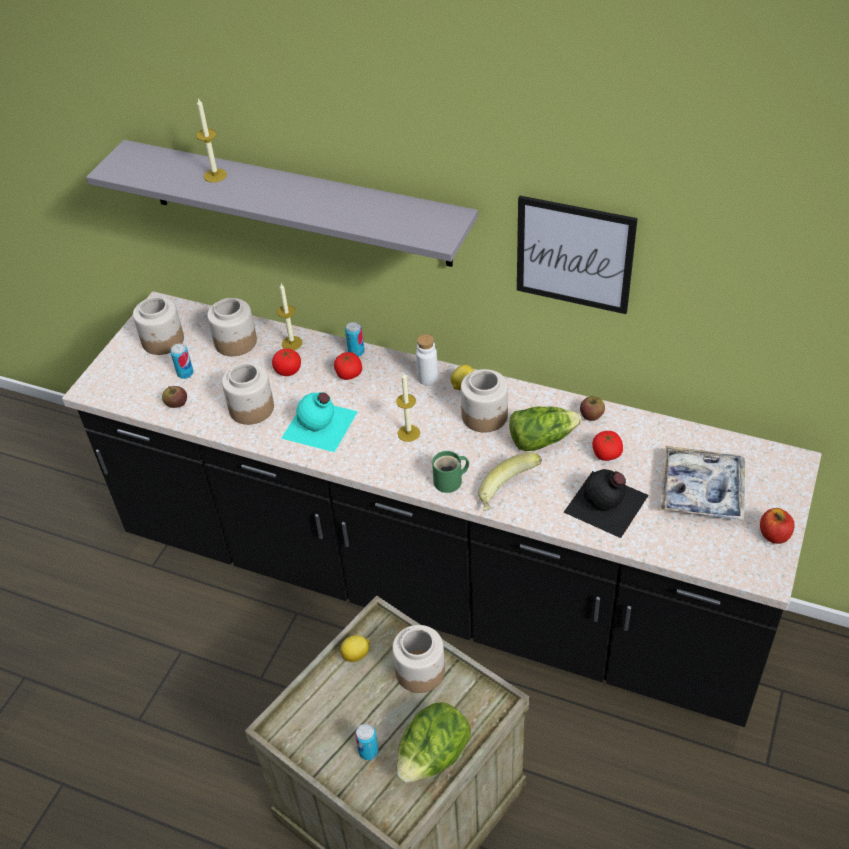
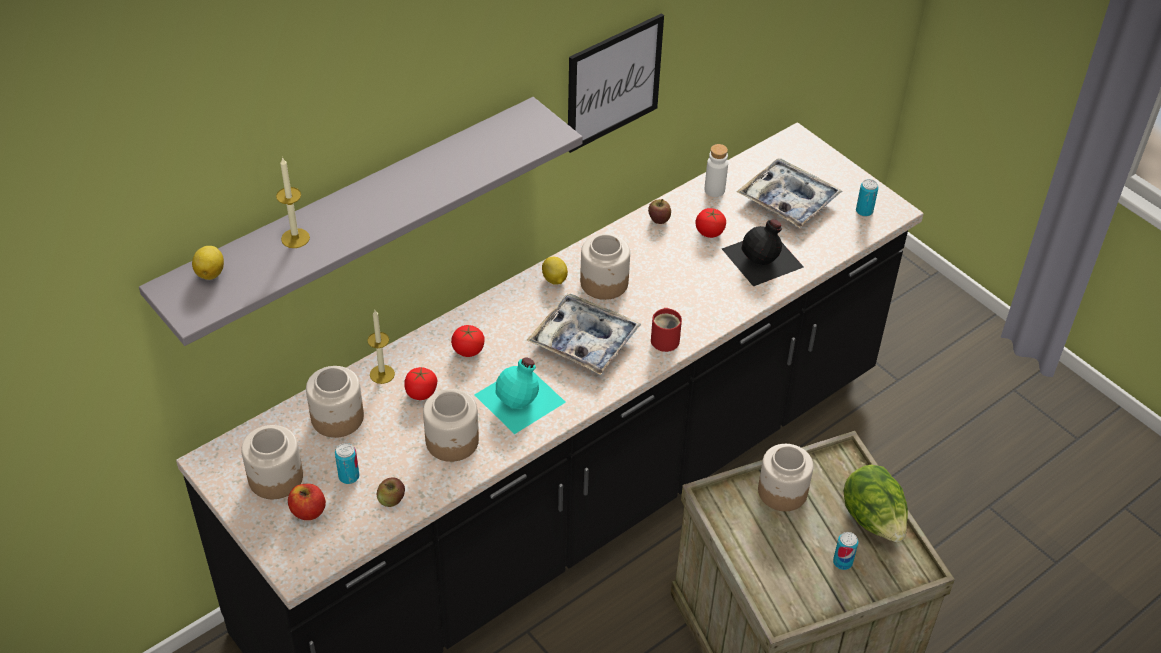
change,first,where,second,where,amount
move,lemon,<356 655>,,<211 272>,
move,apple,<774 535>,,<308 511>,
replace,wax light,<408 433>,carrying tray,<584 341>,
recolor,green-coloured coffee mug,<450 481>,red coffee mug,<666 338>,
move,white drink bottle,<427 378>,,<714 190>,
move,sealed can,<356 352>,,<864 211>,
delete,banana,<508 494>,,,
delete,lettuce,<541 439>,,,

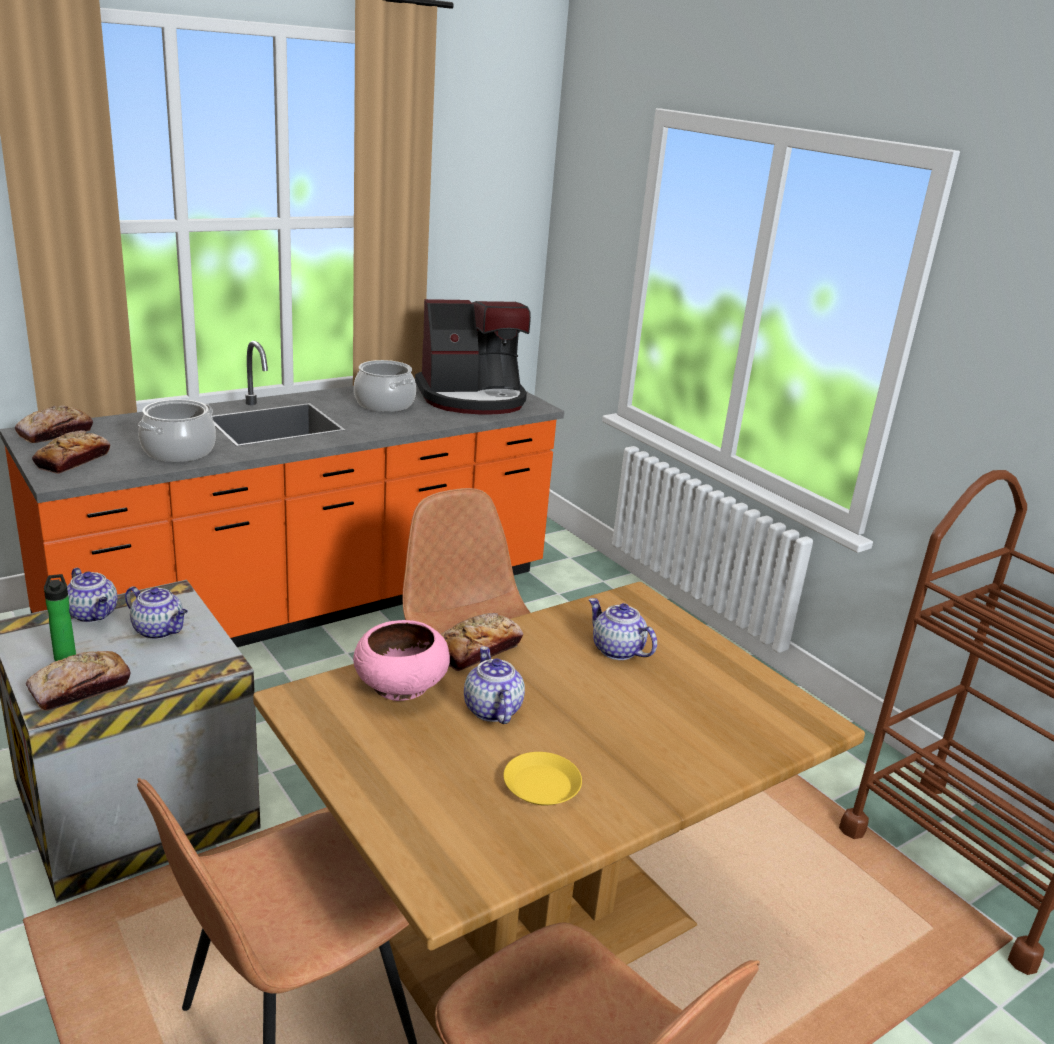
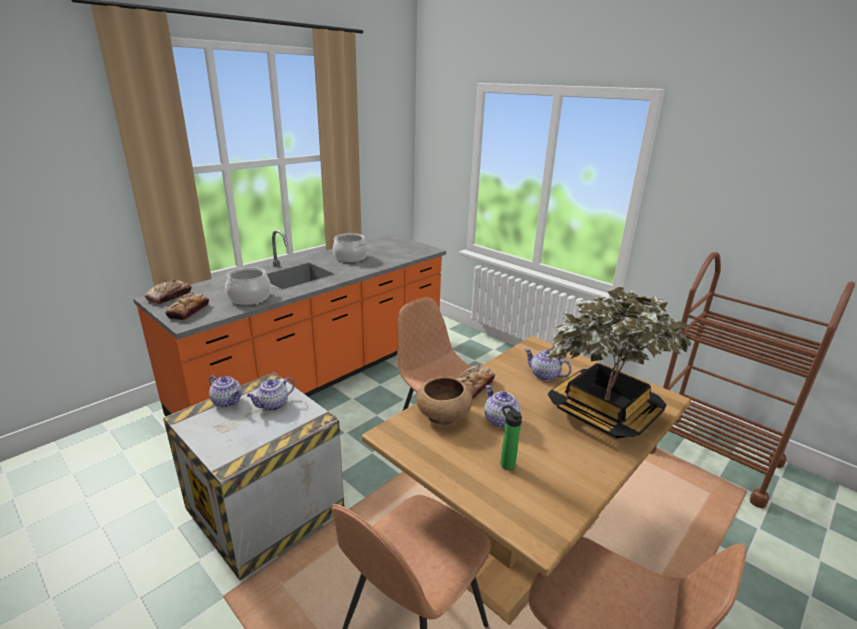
change,first,where,second,where,amount
rotate,pot for tea,<159 631>,,<272 405>,120 degrees clockwise
recolor,pink-coloured deep dish,<399 686>,brown deep dish,<443 415>,
move,drink bottle,<65 656>,,<506 463>,
insert,,,houseplant,<603 413>,
delete,bakery bread,<80 688>,,,
delete,coffee maker,<473 398>,,,
delete,yellow dinner plate,<541 785>,,,

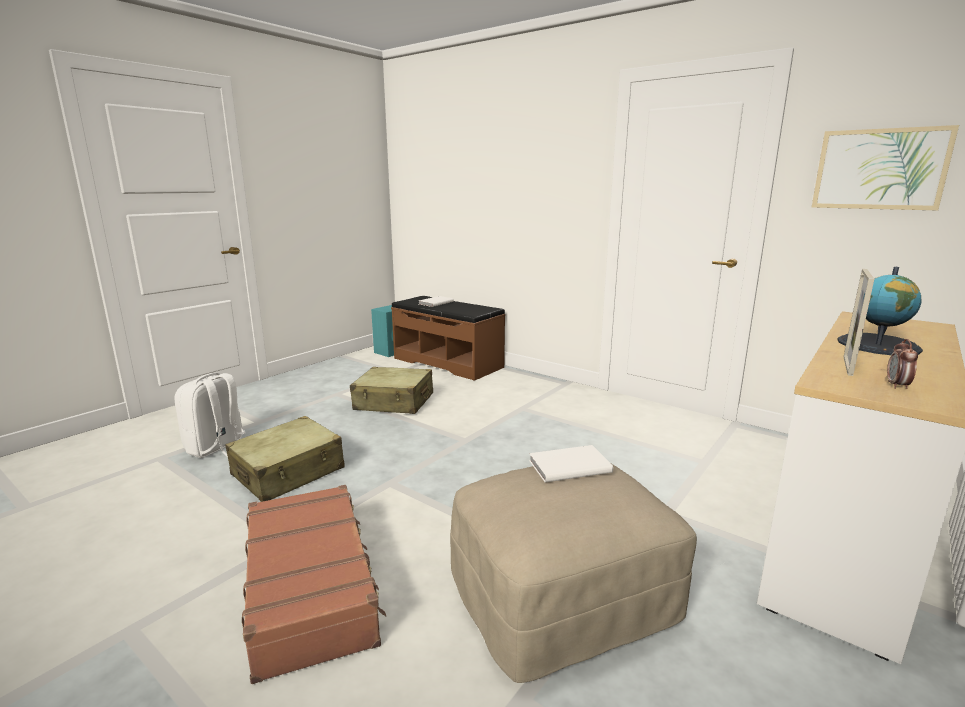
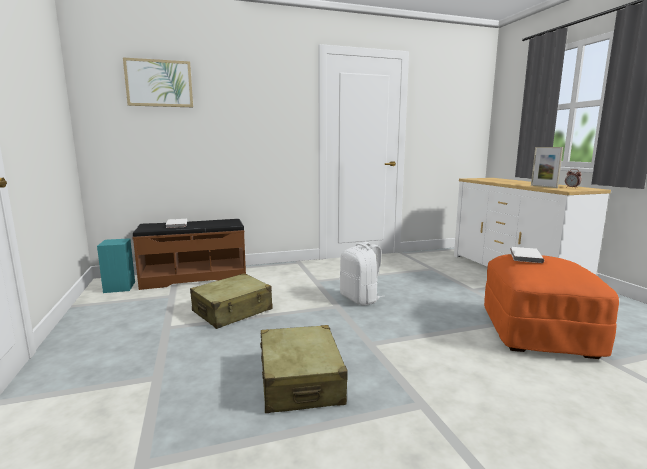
change,first,where,second,where,amount
move,wall art,<879 169>,,<159 83>,
move,white rucksack,<216 448>,,<360 299>,
recolor,beige pouffe,<562 602>,orange pouffe,<538 332>,
delete,brown piece of luggage,<311 587>,,,
delete,globe,<878 345>,,,

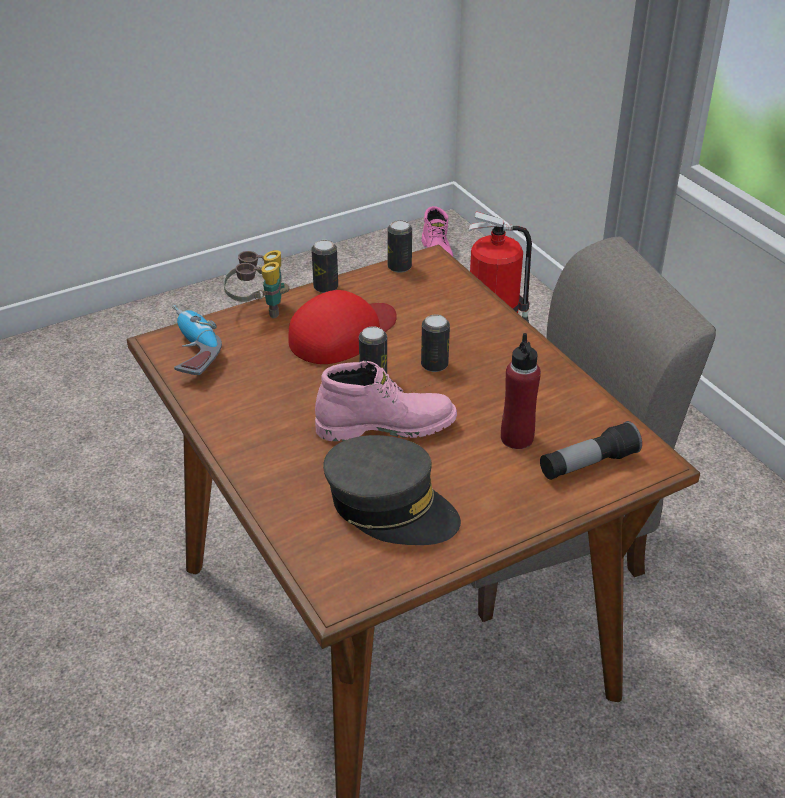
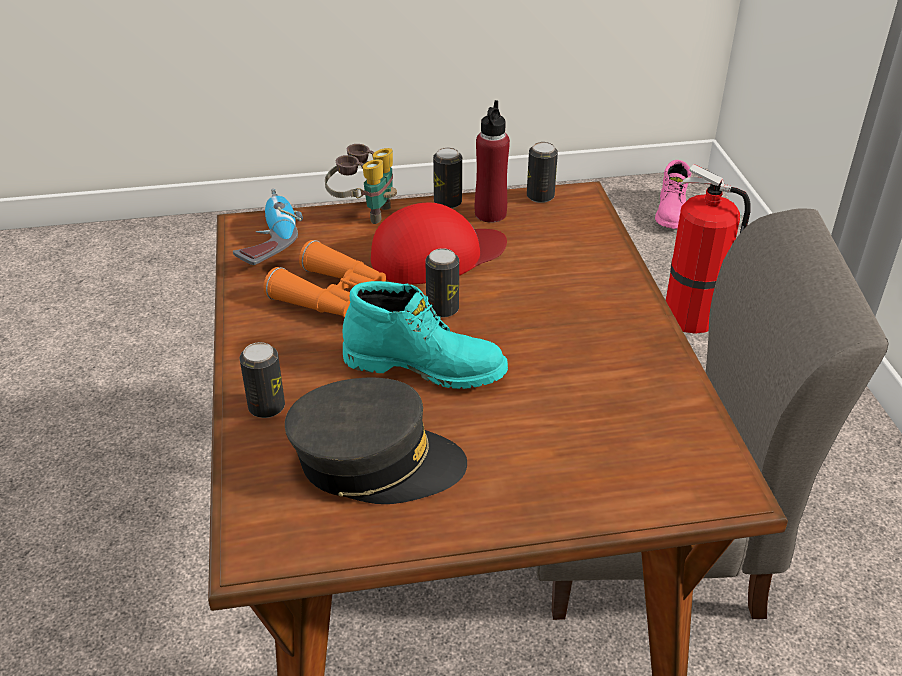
change,first,where,second,where,amount
move,sealed can,<434 365>,,<266 407>,
insert,,,orange field glasses,<335 297>,
rotate,greyish baseball cap,<390 507>,,<375 462>,45 degrees counterclockwise
recolor,pink-coloured tall boot,<386 425>,blue-green tall boot,<425 366>,
move,red drink bottle,<517 438>,,<490 214>,
delete,flashlight,<588 464>,,,

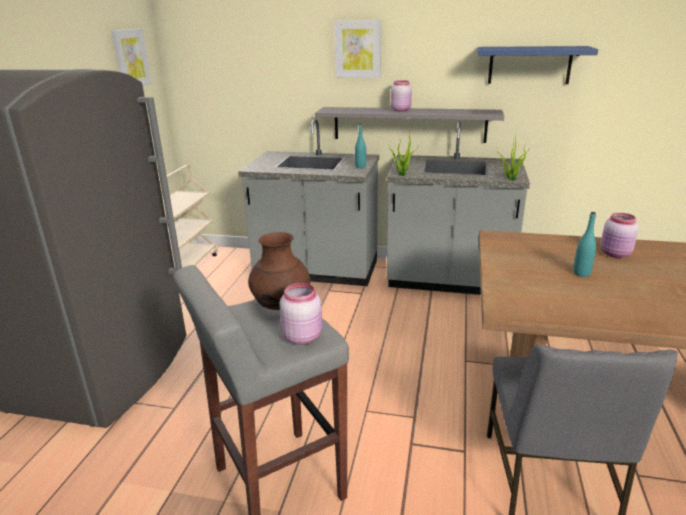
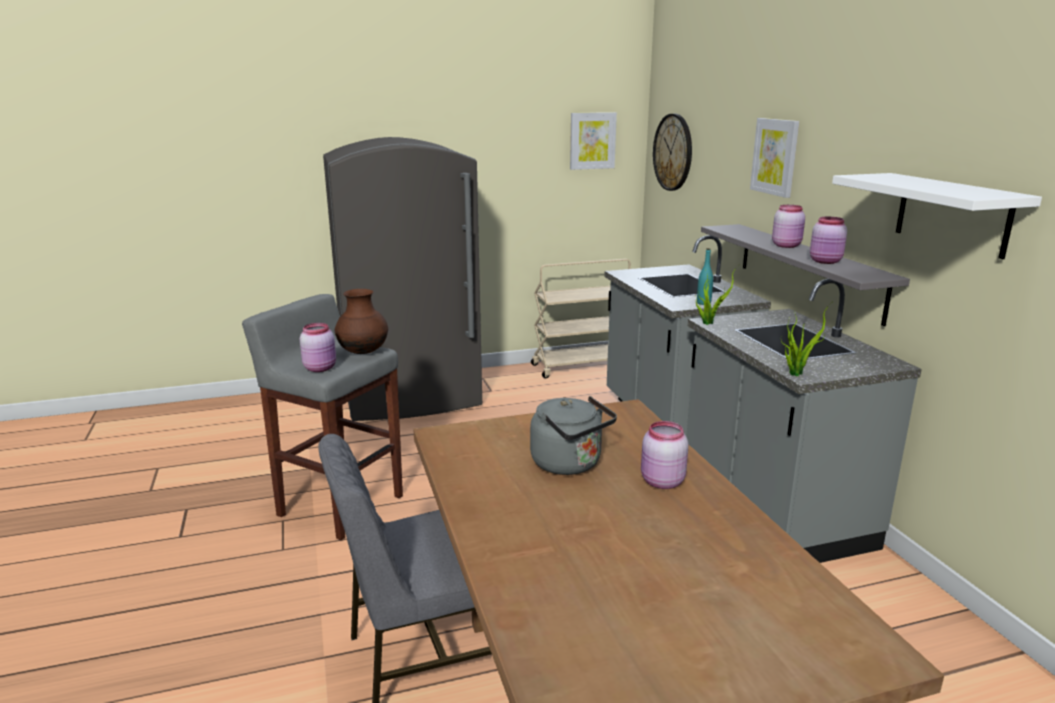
change,first,where,second,where,amount
replace,blue-green drink bottle,<581 273>,greyish water kettle,<570 464>,
insert,,,clock on the wall,<673 152>,
insert,,,pink-coloured preserve jar,<826 261>,
recolor,blue shelf,<529 65>,white shelf,<952 214>,

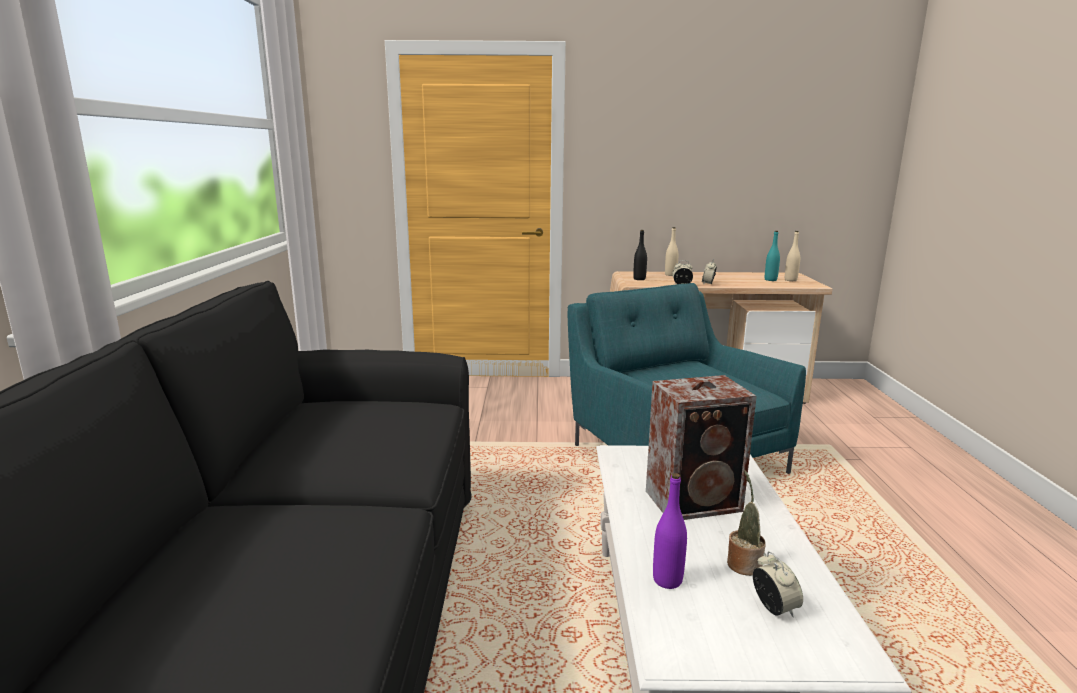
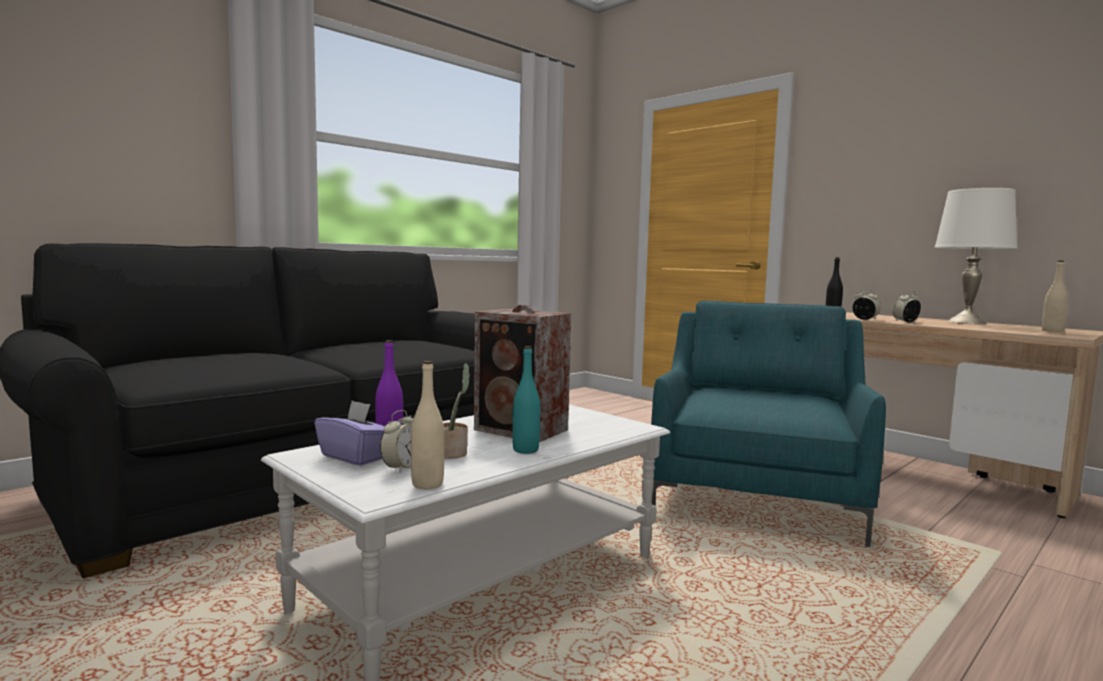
change,first,where,second,where,amount
insert,,,purple-coloured box of tissues,<355 457>,
move,beige drink bottle,<670 275>,,<427 484>,
move,blue-green drink bottle,<770 280>,,<525 450>,
insert,,,white lamp for a table,<967 322>,

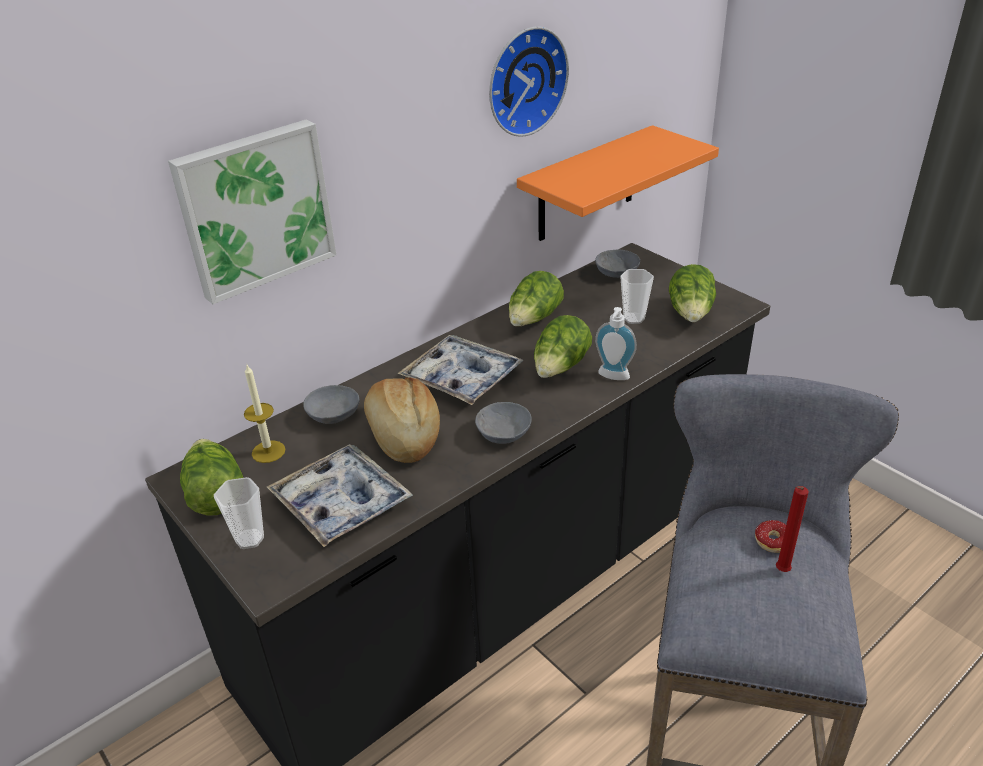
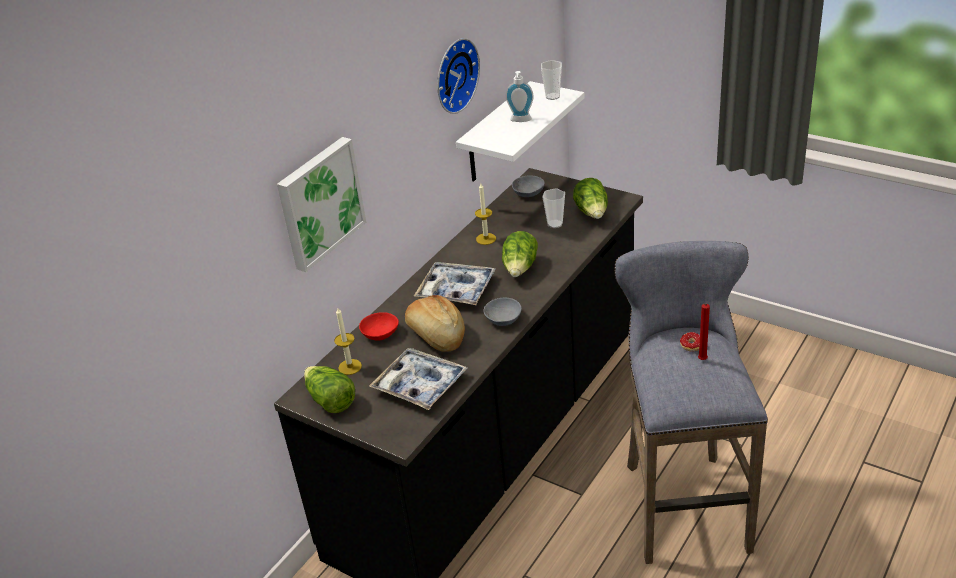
change,first,where,second,where,amount
recolor,greyish deep dish,<335 413>,red deep dish,<381 332>,
recolor,orange shelf,<586 185>,white shelf,<496 134>,
replace,lettuce,<534 319>,wax light,<486 239>,
move,liquid soap bottle,<612 377>,,<520 121>,
move,drinking cup,<249 539>,,<552 96>,

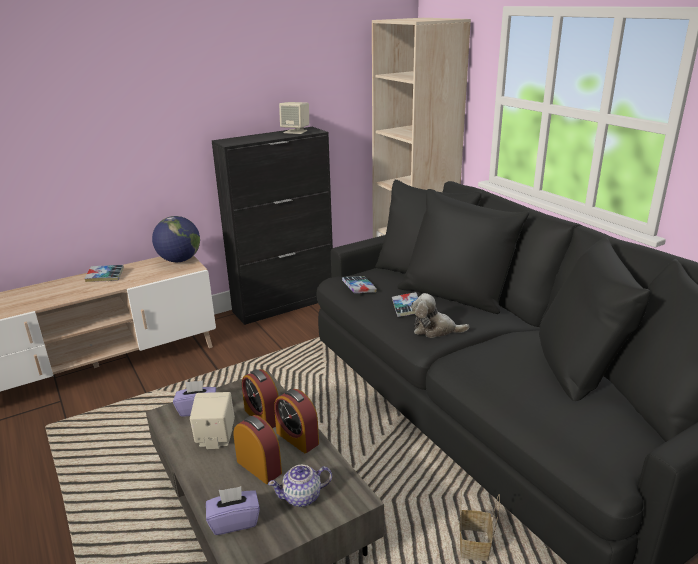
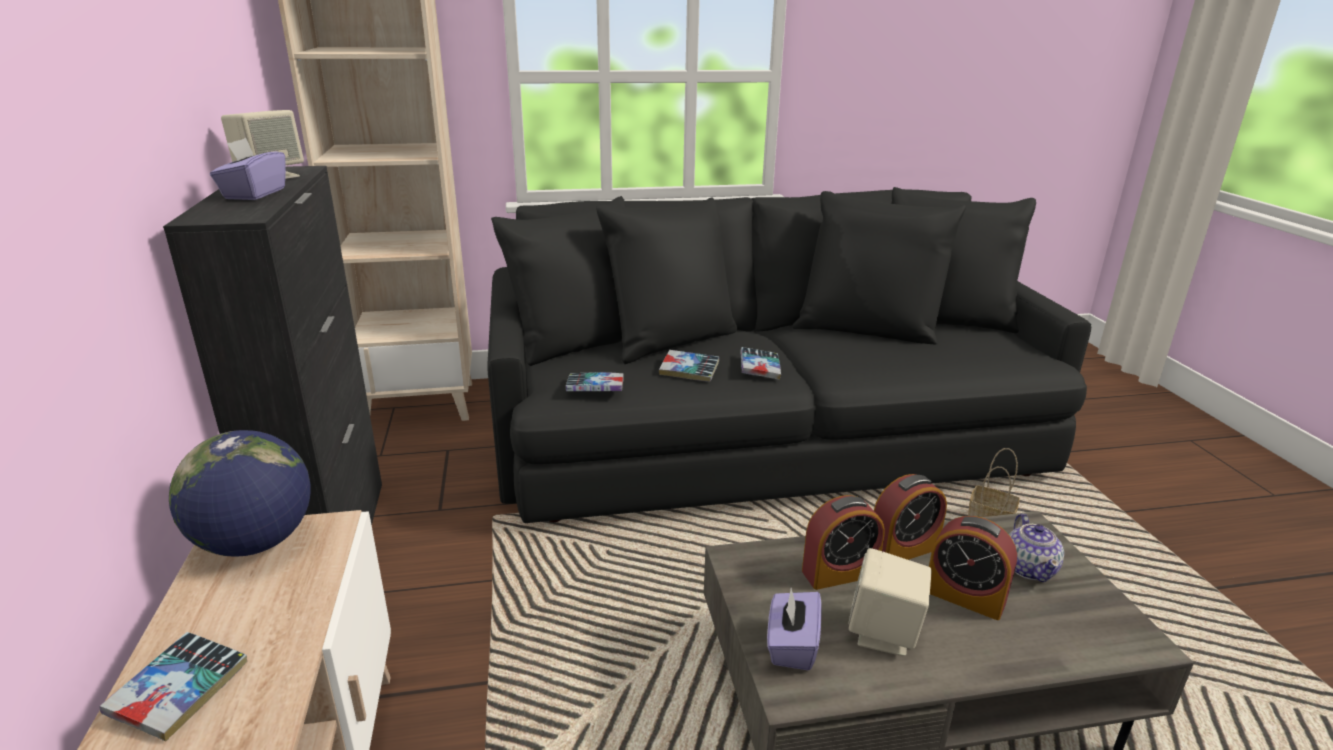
change,first,where,second,where,amount
move,purple-coloured box of tissues,<234 521>,,<254 194>,
replace,plush toy,<435 329>,bound book,<759 368>,
rotate,alarm clock,<259 467>,,<964 596>,120 degrees counterclockwise

